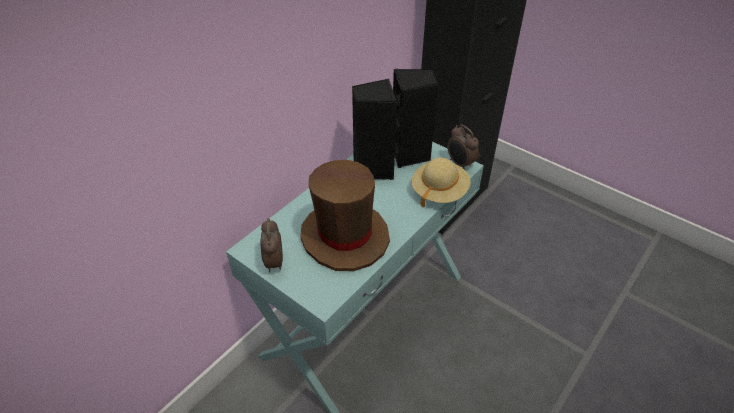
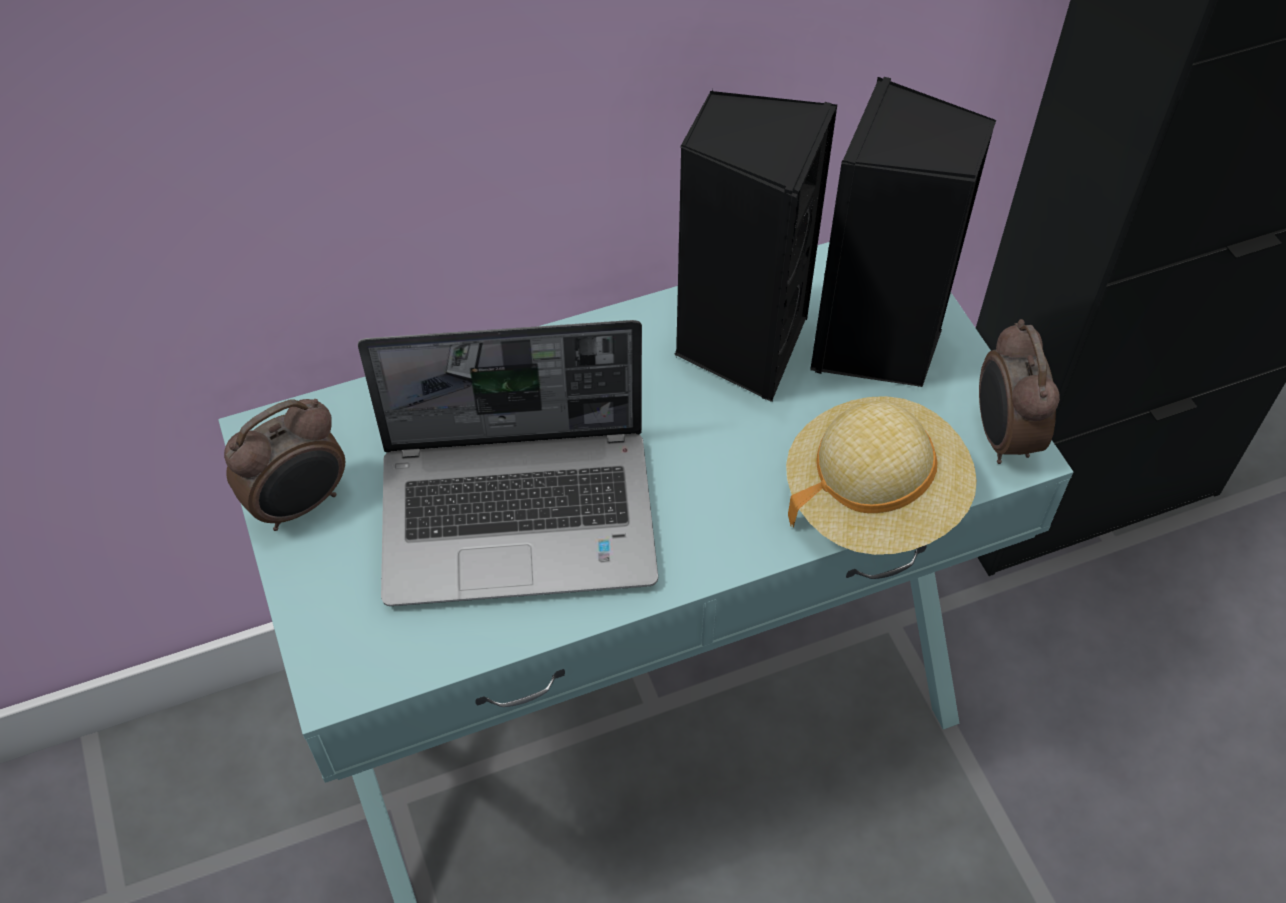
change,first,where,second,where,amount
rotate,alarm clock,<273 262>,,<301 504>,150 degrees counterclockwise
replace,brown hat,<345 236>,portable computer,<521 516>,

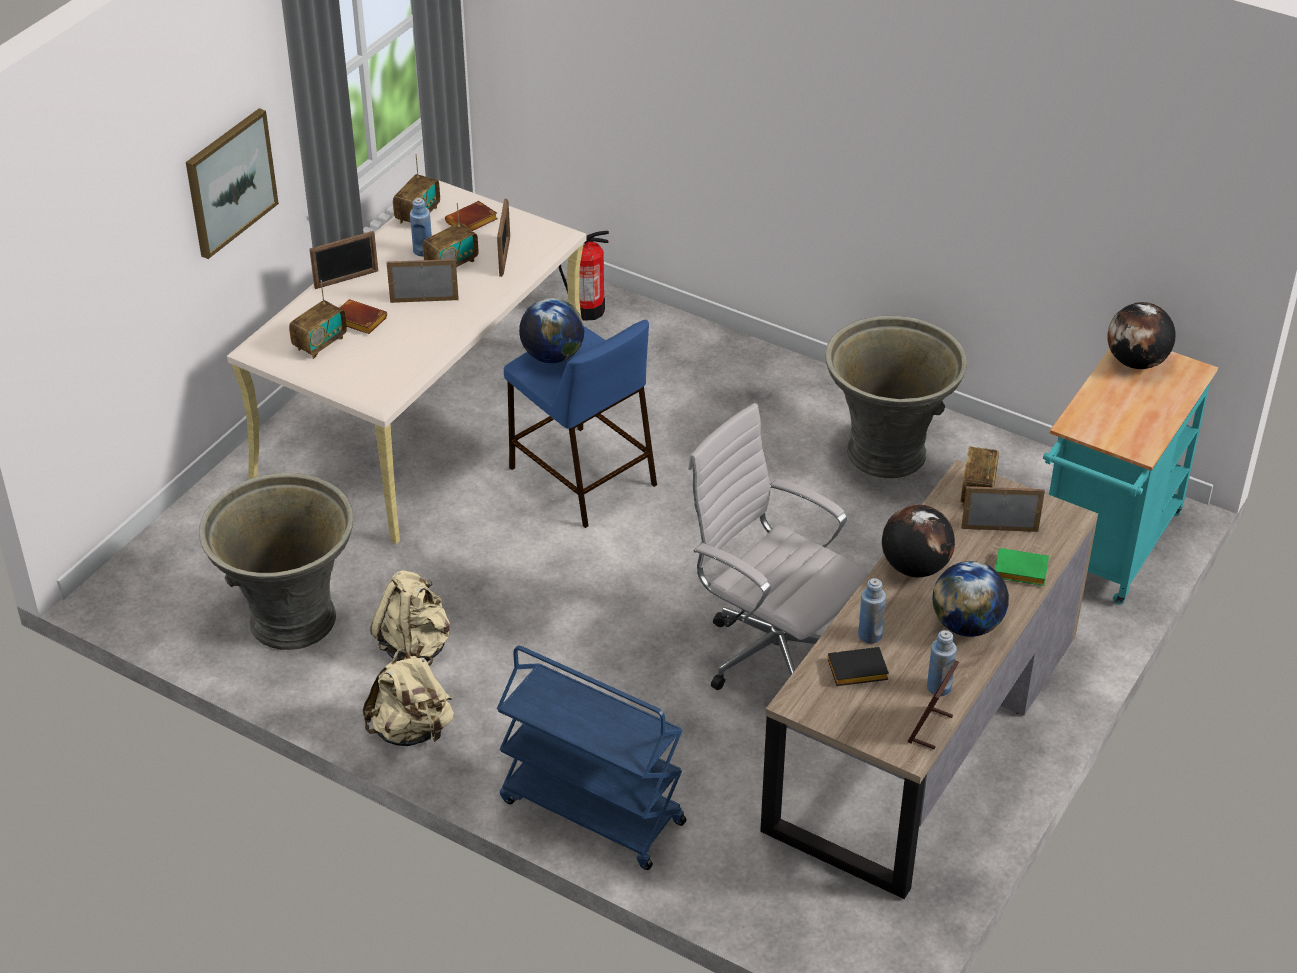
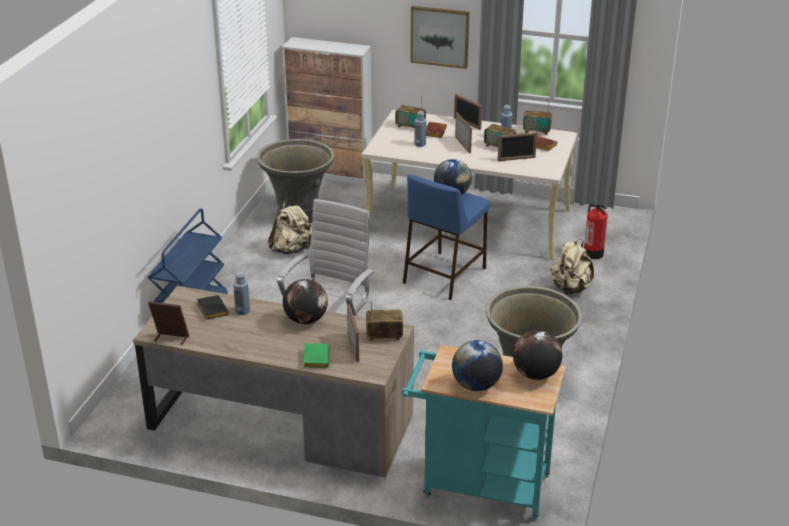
change,first,where,second,where,amount
insert,,,storage cabinet,<331 174>,
move,blue drink bottle,<938 687>,,<420 144>,
move,globe,<967 625>,,<476 385>,
move,beige rucksack,<411 730>,,<570 289>,

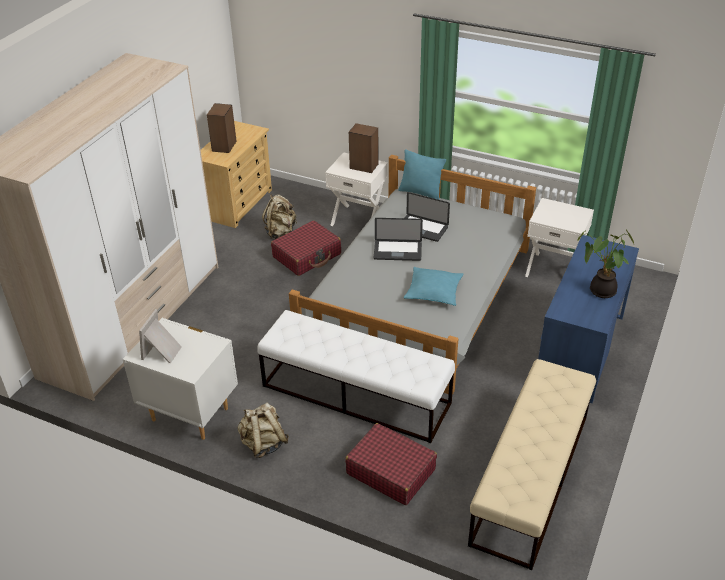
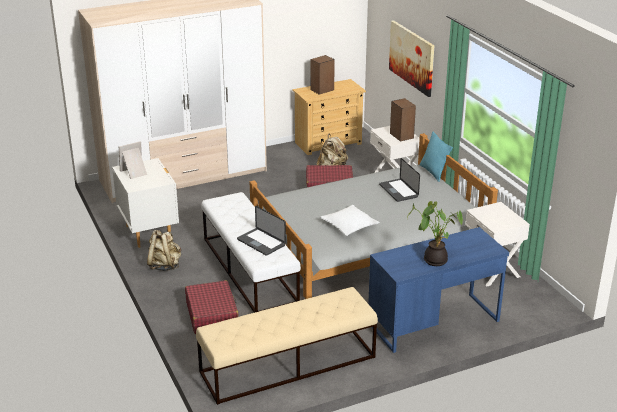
change,first,where,second,where,amount
move,portable computer,<397 251>,,<261 242>,
recolor,blue-green cushion,<433 291>,white cushion,<349 225>,
insert,,,wall art,<412 57>,

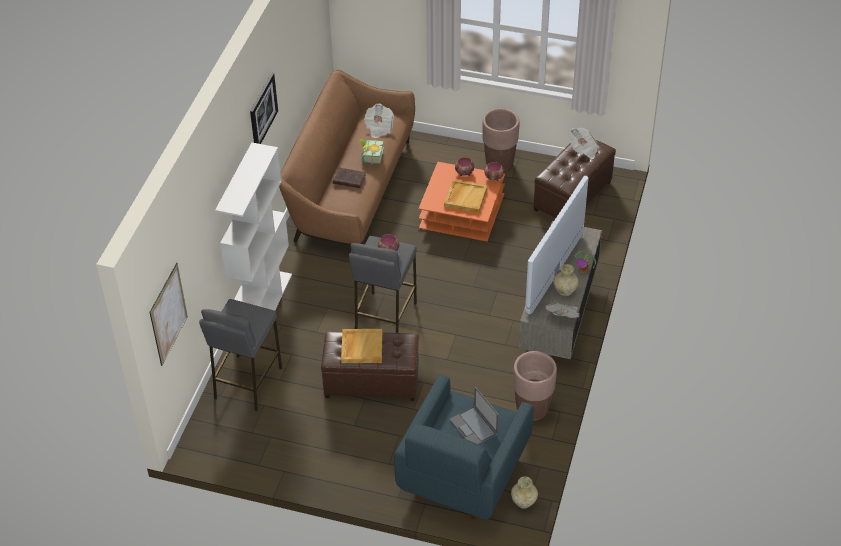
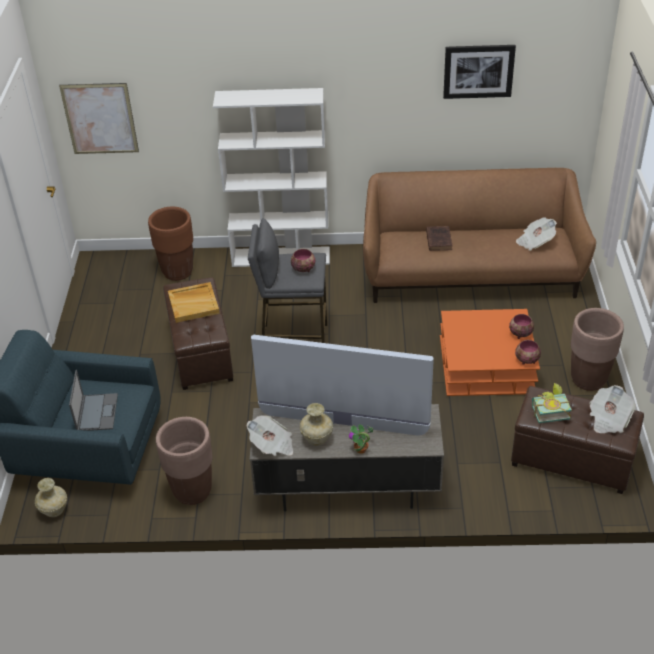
change,first,where,second,where,amount
rotate,portable computer,<474 427>,,<97 412>,135 degrees clockwise
replace,greyish sitting stool,<247 383>,brown flower pot,<177 272>,
move,wall art,<262 110>,,<478 71>,
move,bound book,<370 156>,,<549 410>,
delete,beige carrying tray,<465 197>,,,

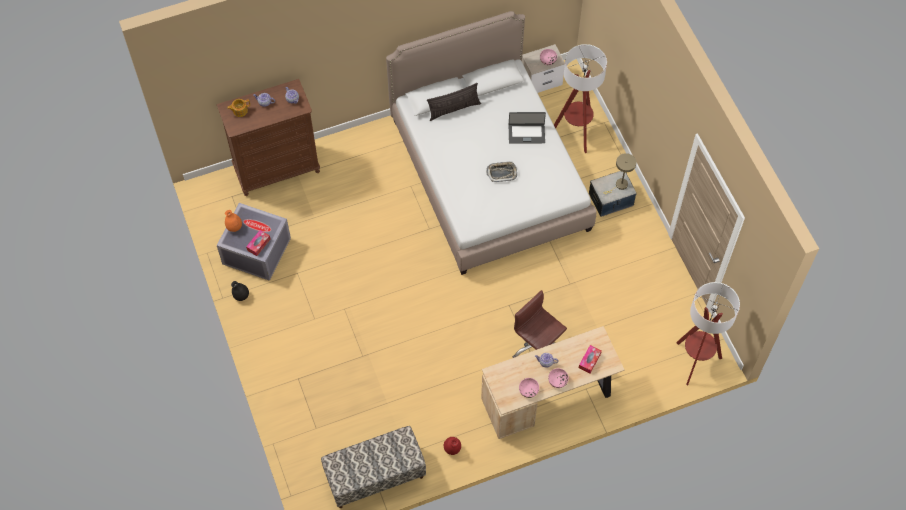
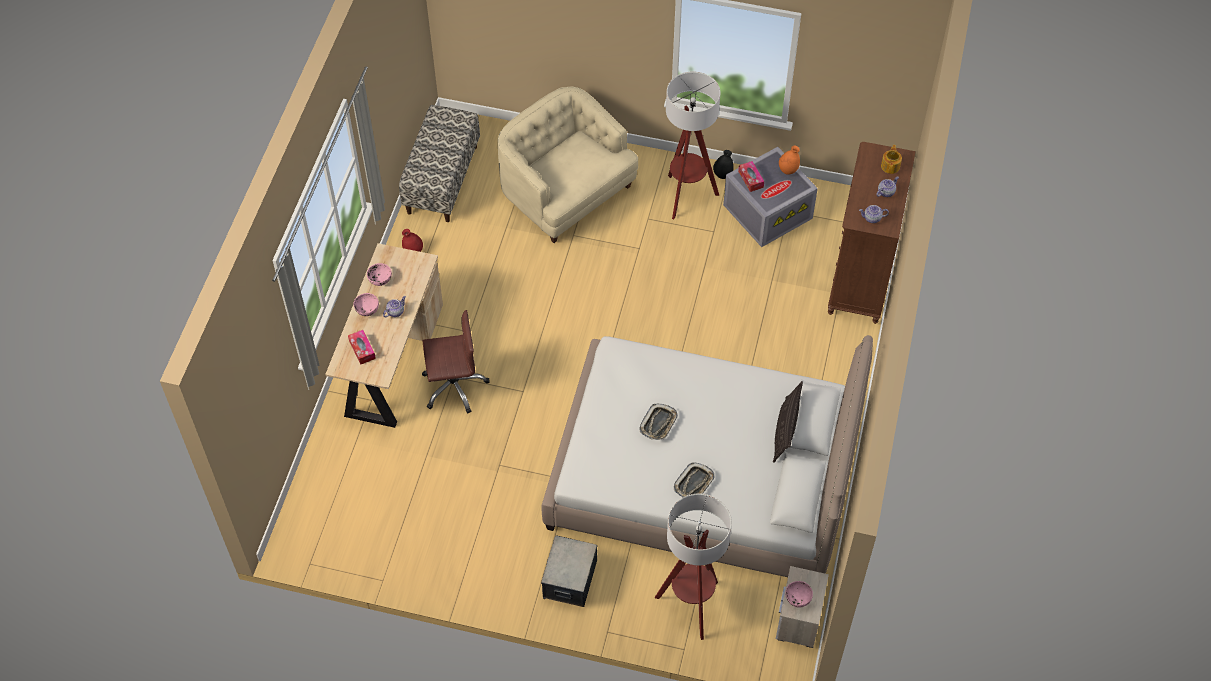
change,first,where,second,where,amount
insert,,,beige lounge chair,<566 192>,
move,standard lamp,<695 361>,,<686 196>,
replace,portable computer,<526 133>,carrying tray,<694 483>,
delete,beige lamp for a table,<619 185>,,,

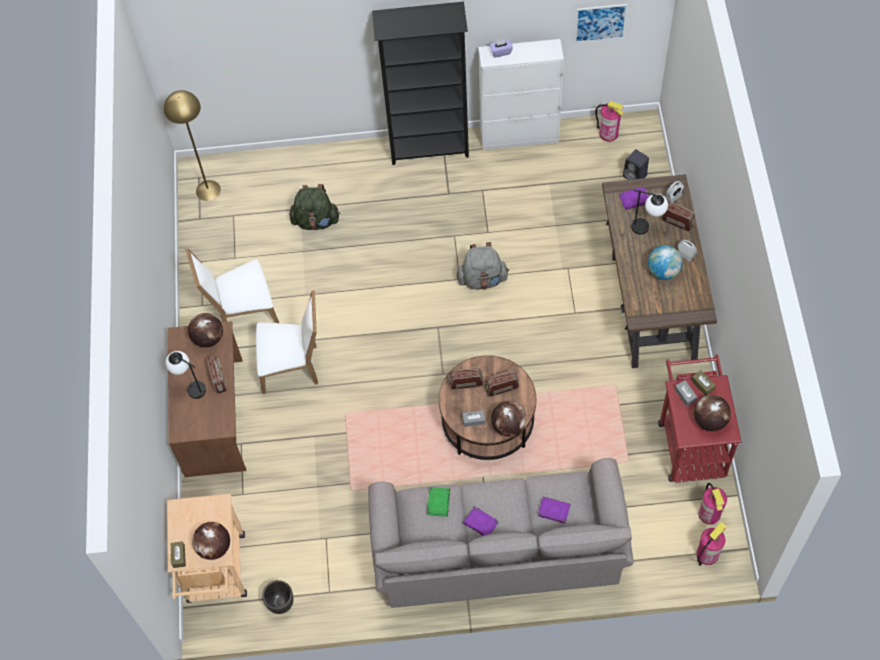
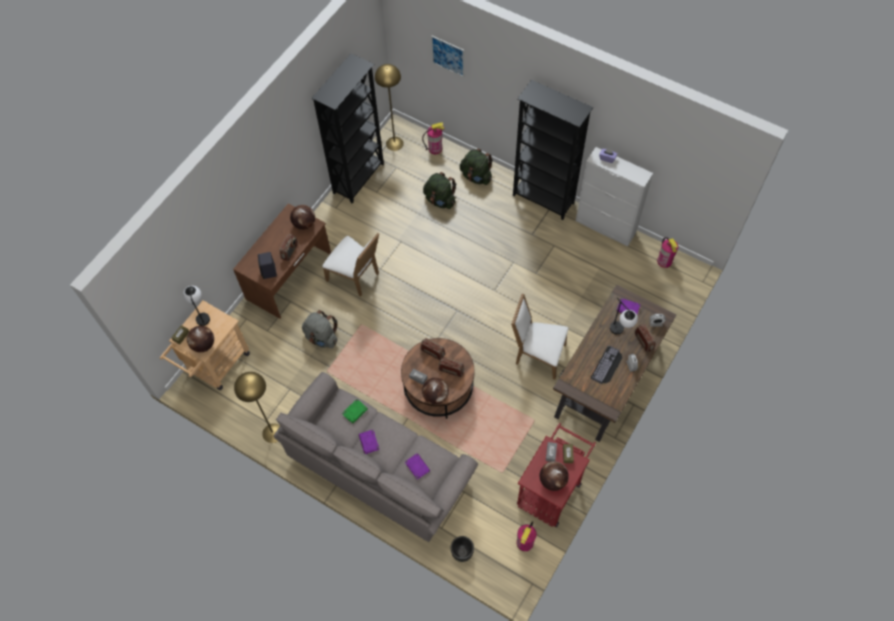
change,first,where,second,where,amount
move,lamp for a table,<190 386>,,<201 315>,
insert,,,yellow standard lamp,<272 433>,
move,black-coloured speaker,<635 176>,,<269 272>,
move,greyish rucksack,<482 279>,,<321 337>,
insert,,,black-coloured bookshelf,<359 178>,
move,fire-fighting cylinder,<707 554>,,<435 148>,
move,wall art,<600 23>,,<448 56>,
move,black-coloured flower pot,<280 603>,,<462 553>,
insert,,,green-coloured rucksack,<476 176>,
move,white chair,<243 312>,,<537 354>,
replace,globe,<663 271>,keyboard,<607 366>,

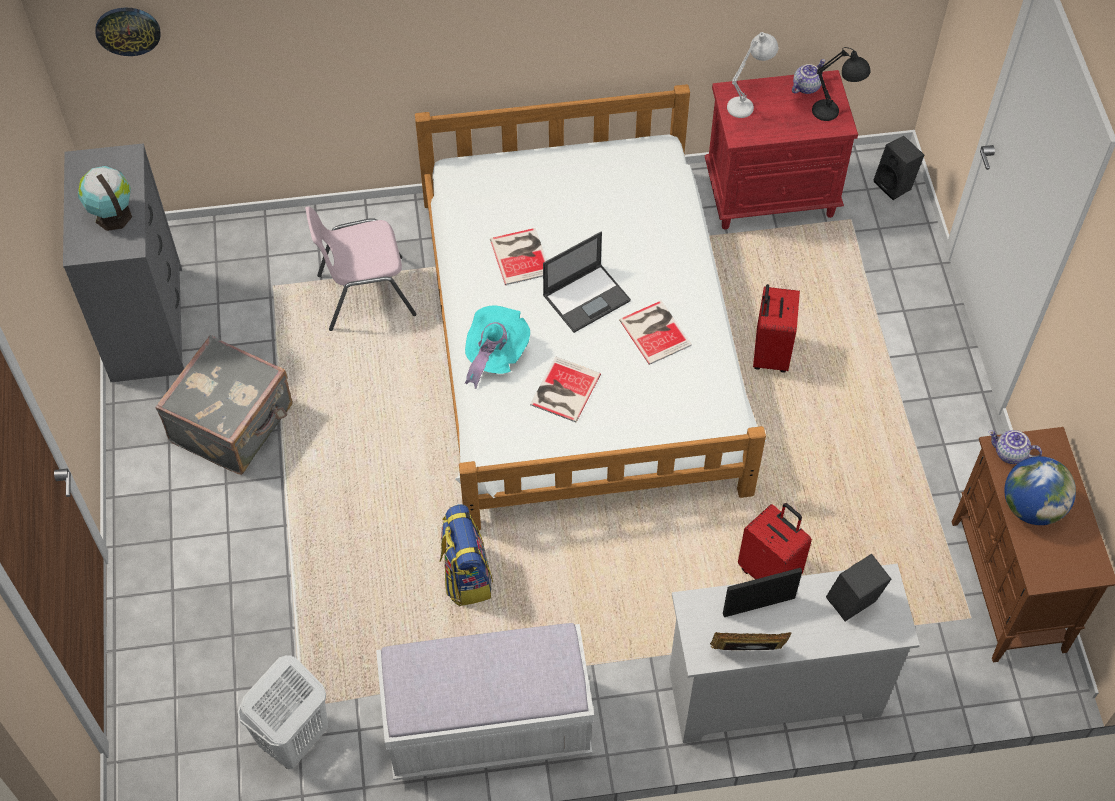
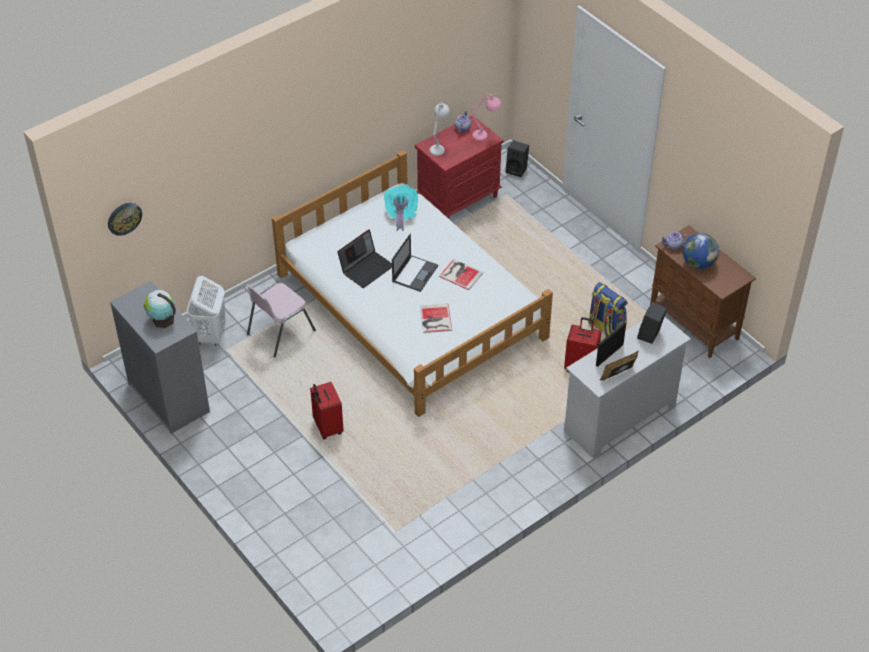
change,first,where,second,where,amount
move,white hamper,<293 739>,,<211 335>,
move,red piece of luggage,<769 353>,,<327 427>,
replace,bound book,<521 255>,portable computer,<366 268>,
move,blue-green hat,<494 355>,,<401 214>,
recolor,black-coloured lamp for a table,<835 116>,pink-coloured lamp for a table,<486 136>,
move,rucksack,<465 575>,,<605 327>,
delete,greyish piece of luggage,<234 424>,,,
delete,white indoor bench,<488 727>,,,

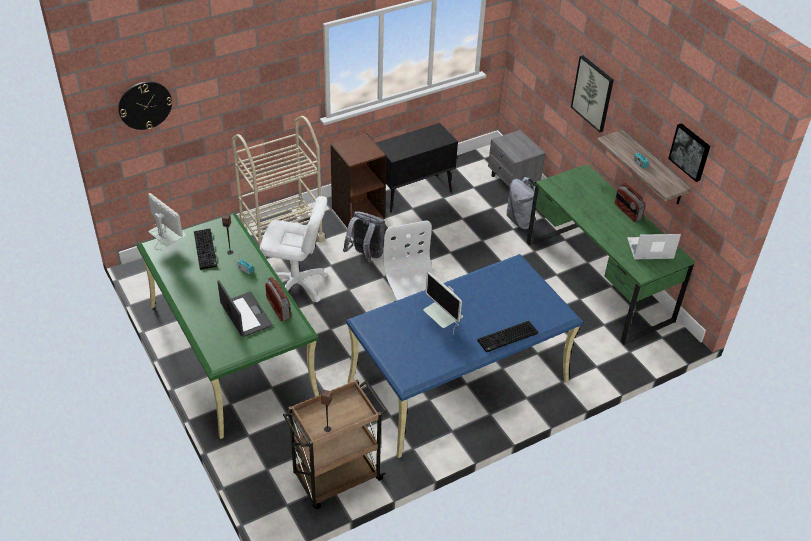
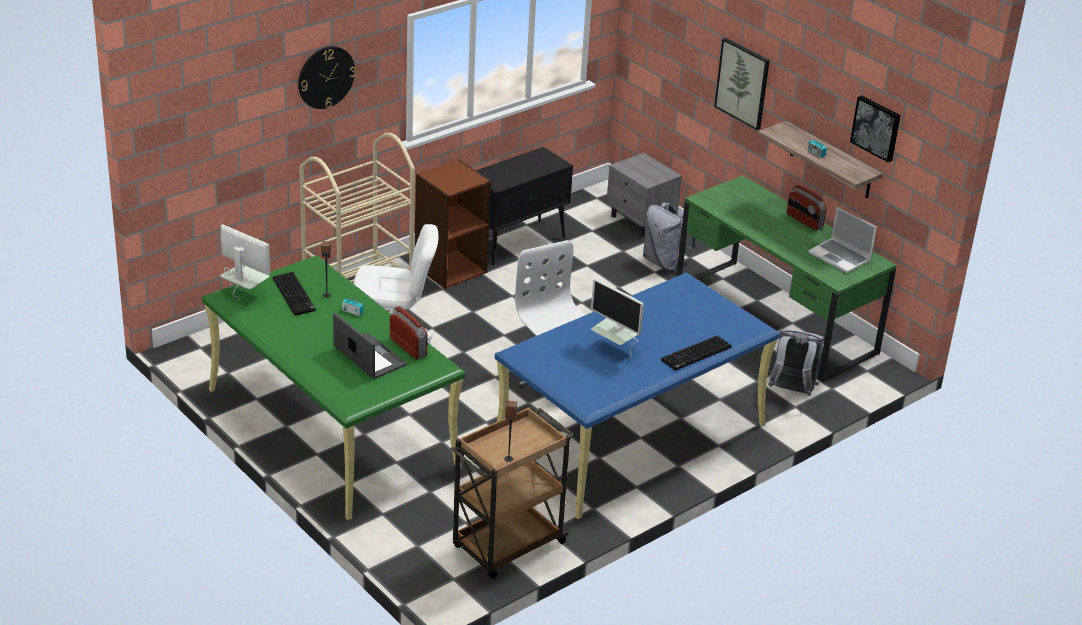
change,first,where,second,where,amount
move,clock on the wall,<145 105>,,<326 77>,
move,greyish rucksack,<365 255>,,<791 391>,
rotate,portable computer,<649 250>,,<840 257>,120 degrees counterclockwise

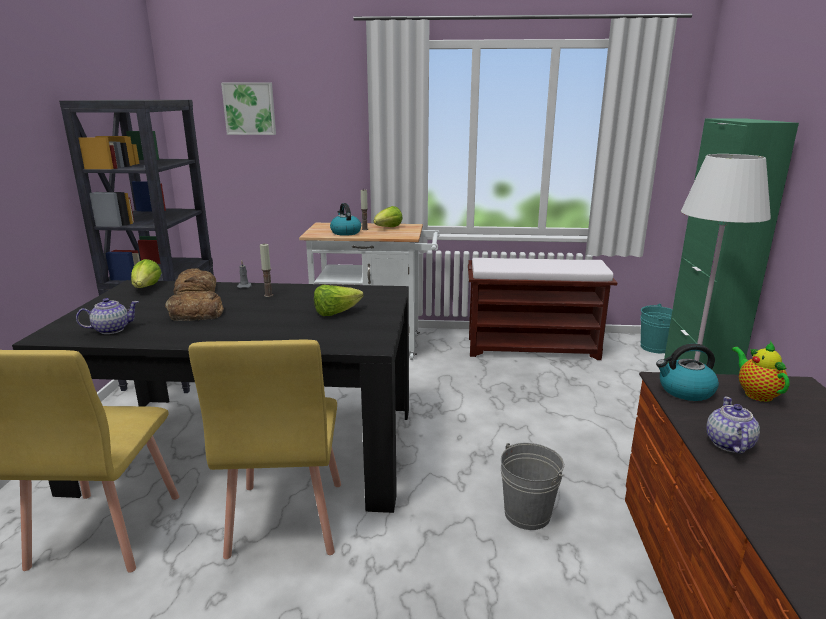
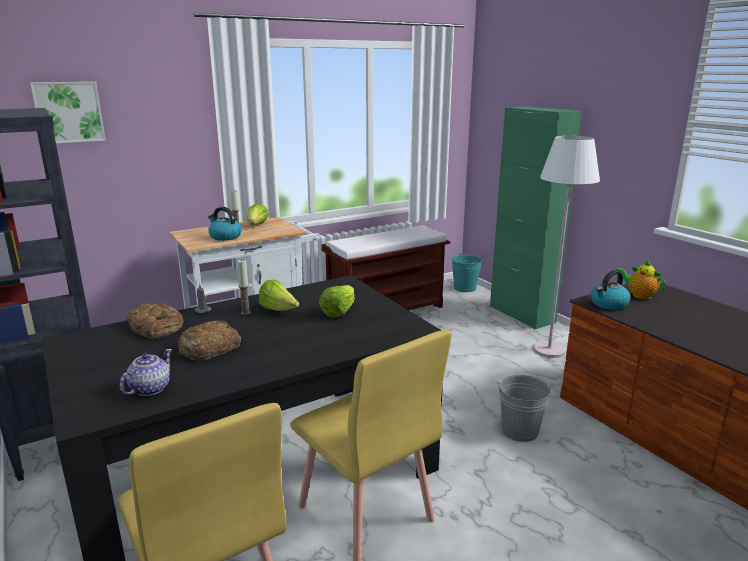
change,first,where,second,where,amount
move,lettuce,<146 288>,,<279 310>,
delete,pot for tea,<728 444>,,,

